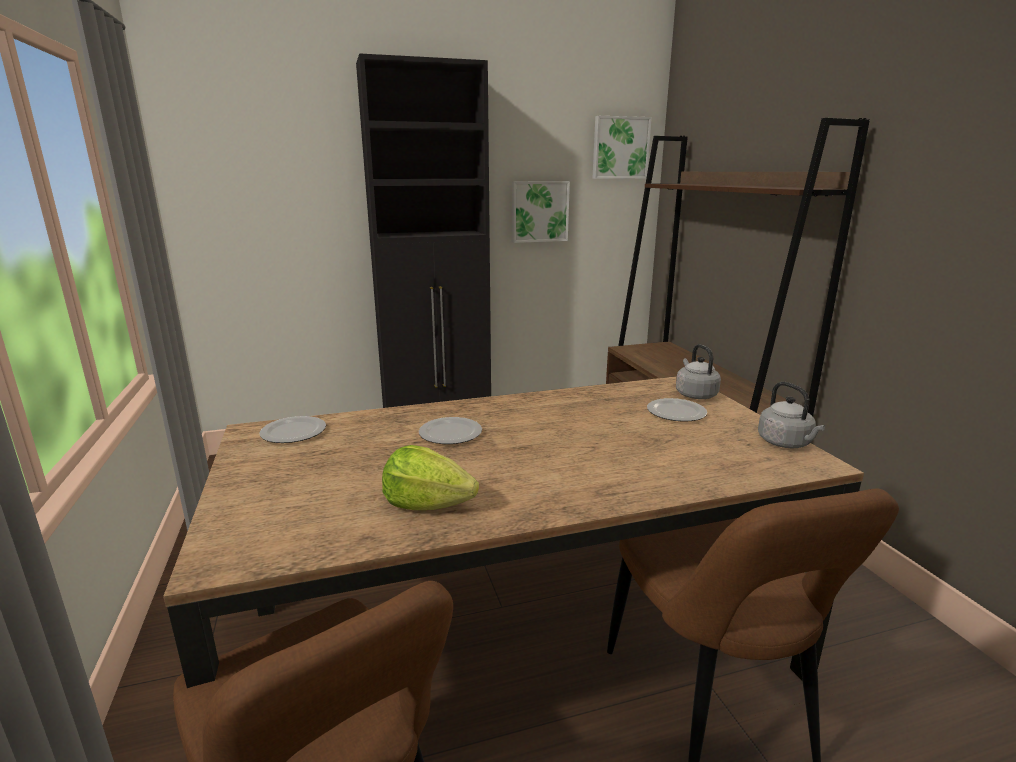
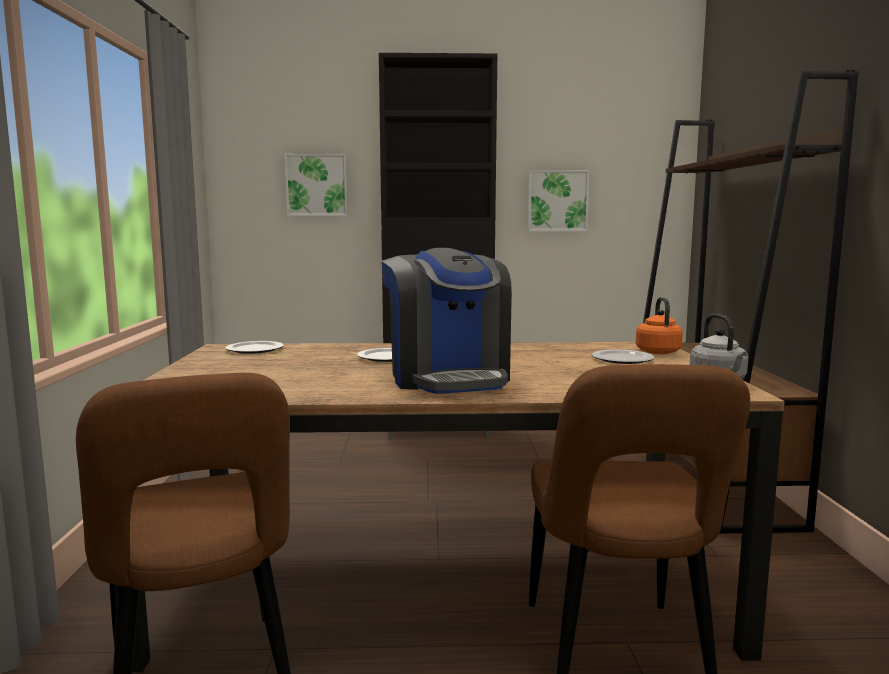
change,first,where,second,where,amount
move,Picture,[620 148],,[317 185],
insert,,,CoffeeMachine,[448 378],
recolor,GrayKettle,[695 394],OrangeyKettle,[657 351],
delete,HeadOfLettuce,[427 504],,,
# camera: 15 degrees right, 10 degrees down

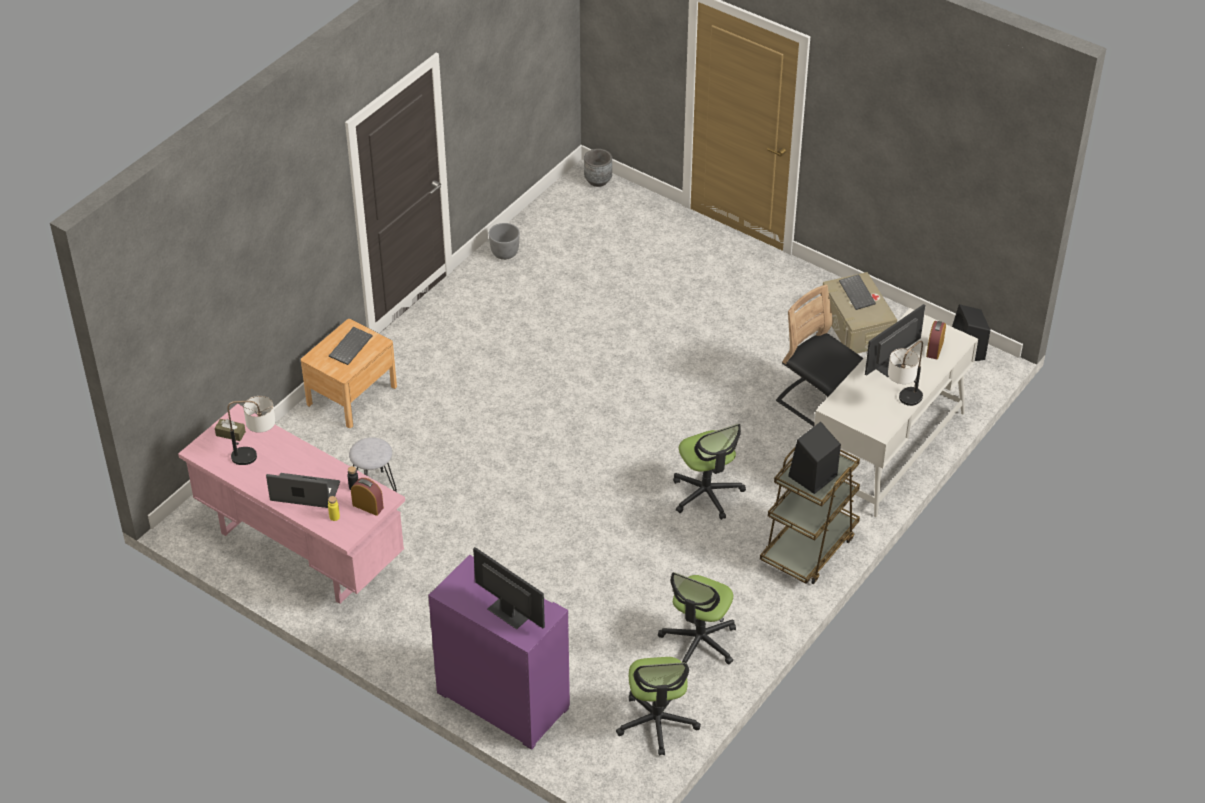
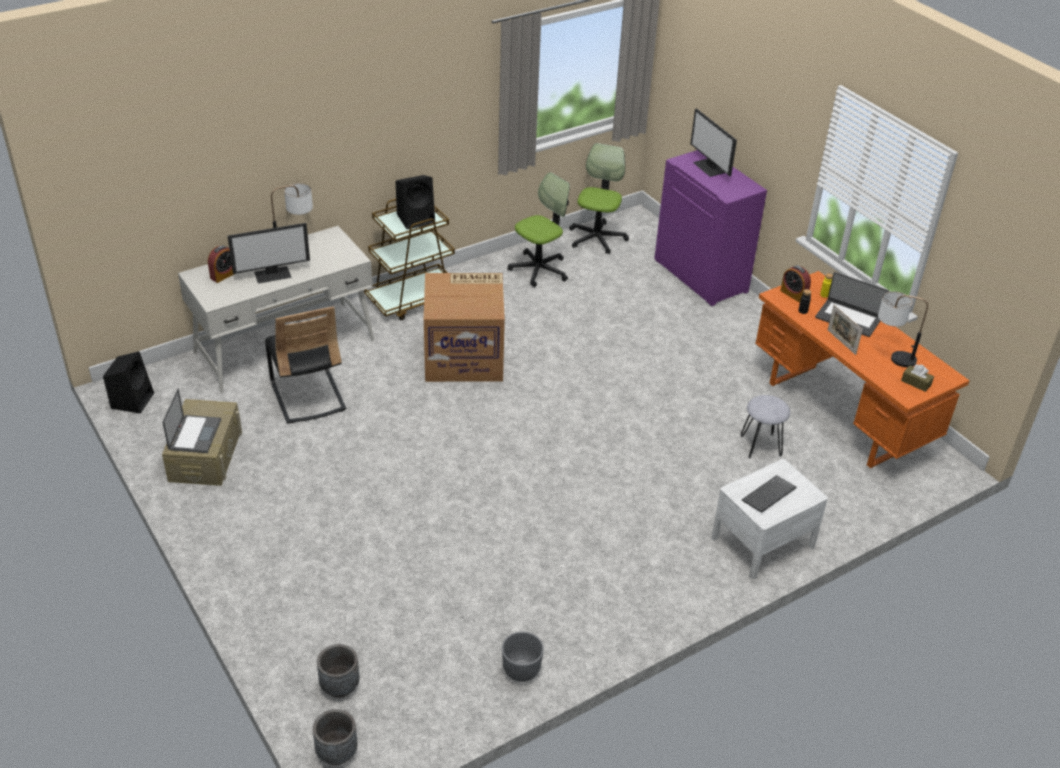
change,first,where,second,where,amount
replace,PcKeyboard,[858 293],PortableComputer,[194 434],
insert,,,GrayFlowerPot,[339 686],
replace,DeskChair,[707 494],CardboardBox,[465 356],
recolor,BrownishNightstand,[352 395],WhitishNightstand,[762 542],
recolor,PinkDeskTable,[299 548],OrangeyDeskTable,[841 414],
insert,,,PictureFrame,[841 342],
# camera: 160 degrees left, 5 degrees down

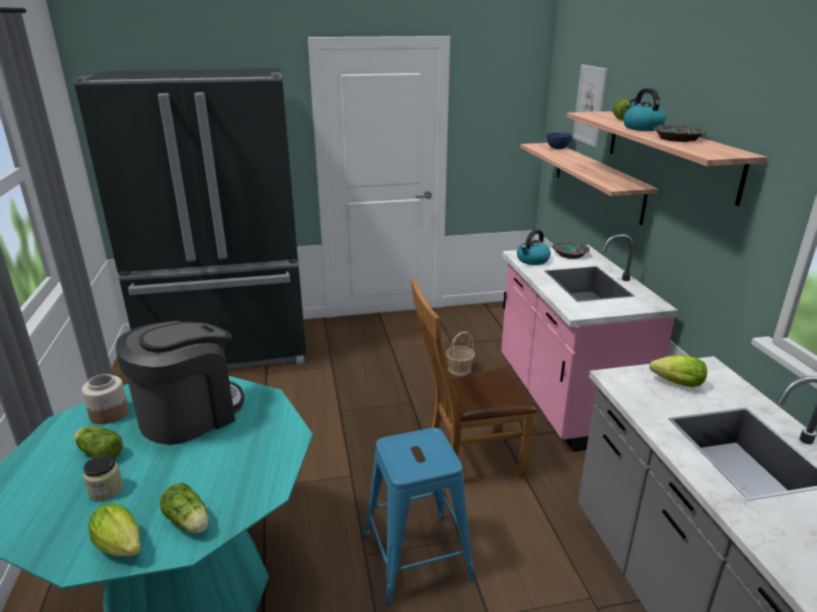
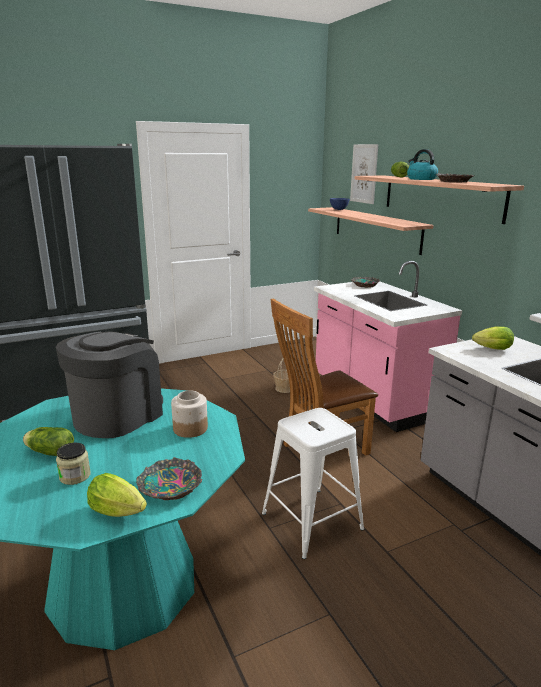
change,first,where,second,where,amount
replace,HeadOfLettuce,[189 522],Bowl,[169 486],
move,PreserveJar,[108 413],,[190 429],
recolor,BlueStool,[416 556],WhitishStool,[311 521],
delete,Kettle,[532 260],,,
# camera: 15 degrees left, 5 degrees down

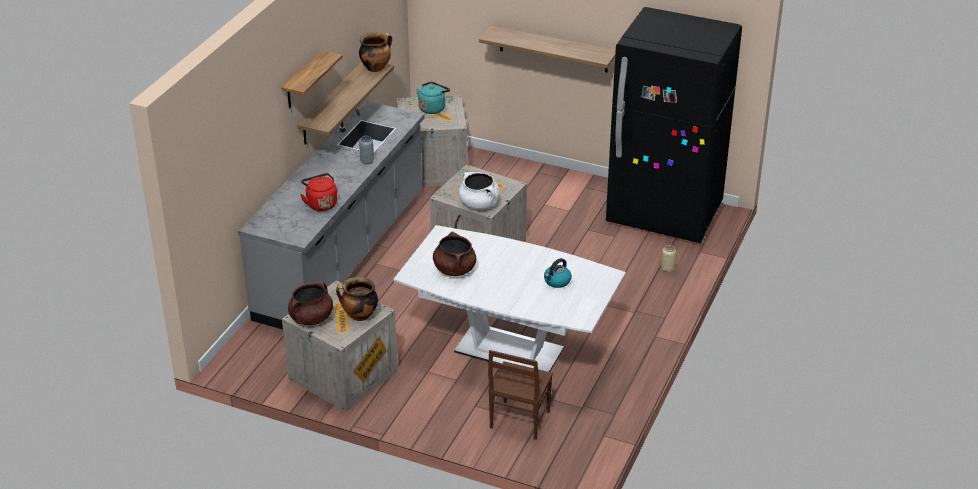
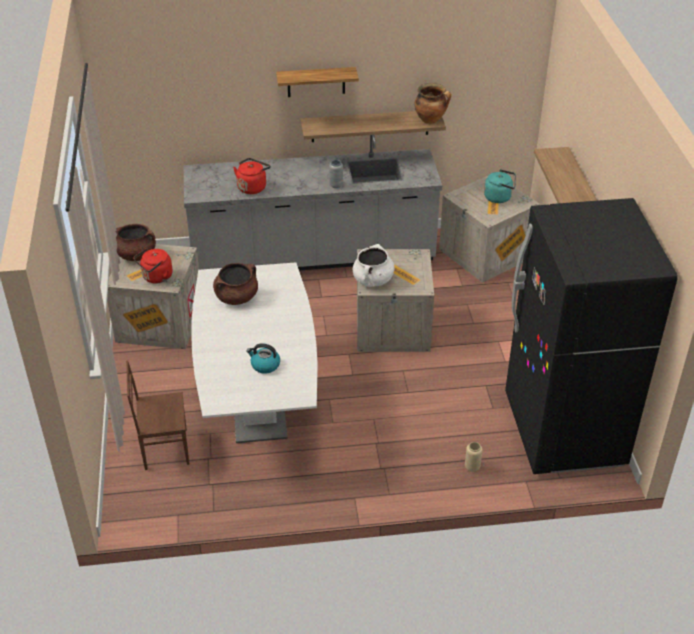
change,first,where,second,where,amount
replace,CookingPot,[359 316],ReddishKettle,[156 277],
# camera: 60 degrees right, 5 degrees up

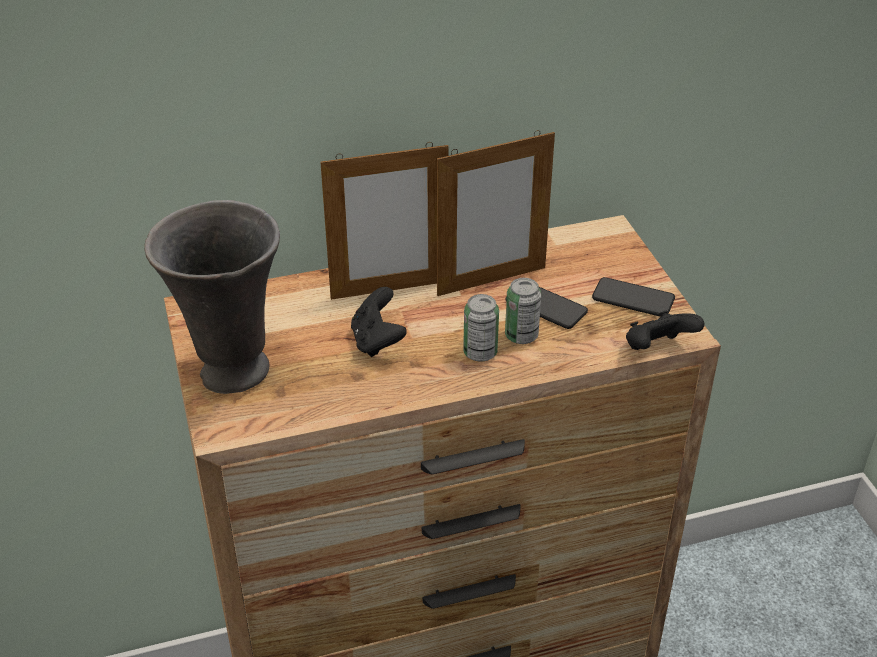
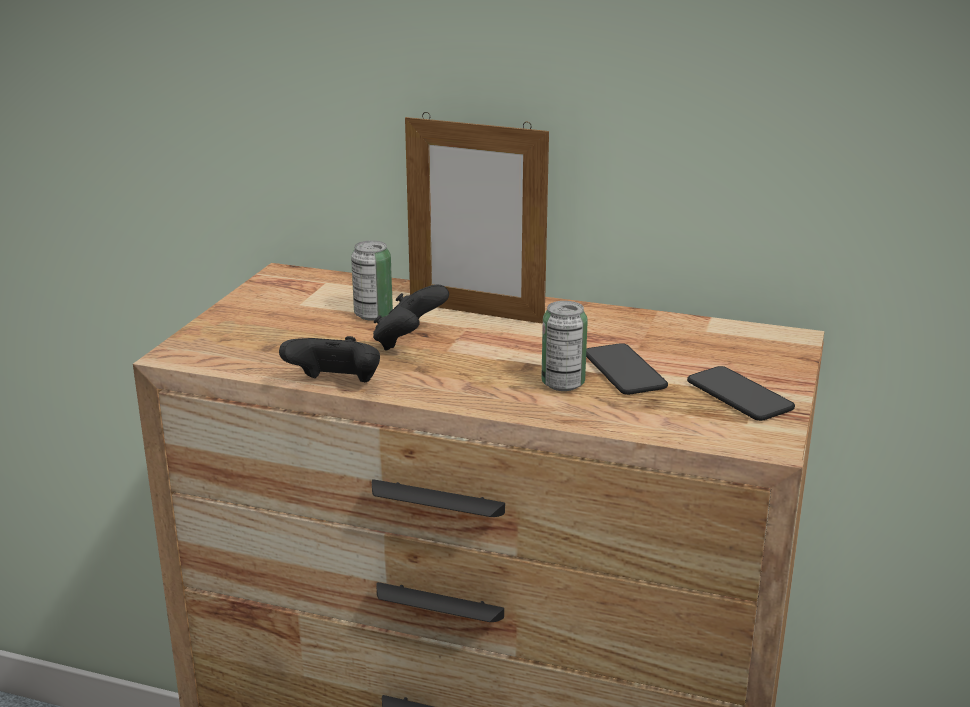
change,first,where,second,where,amount
move,BlackGameController,[657 349],,[336 386],
move,MetalCan,[480 353],,[373 314],
delete,GrayVase,[232 373],,,
delete,PictureFrame,[491 281],,,
# camera: 35 degrees right, 15 degrees down

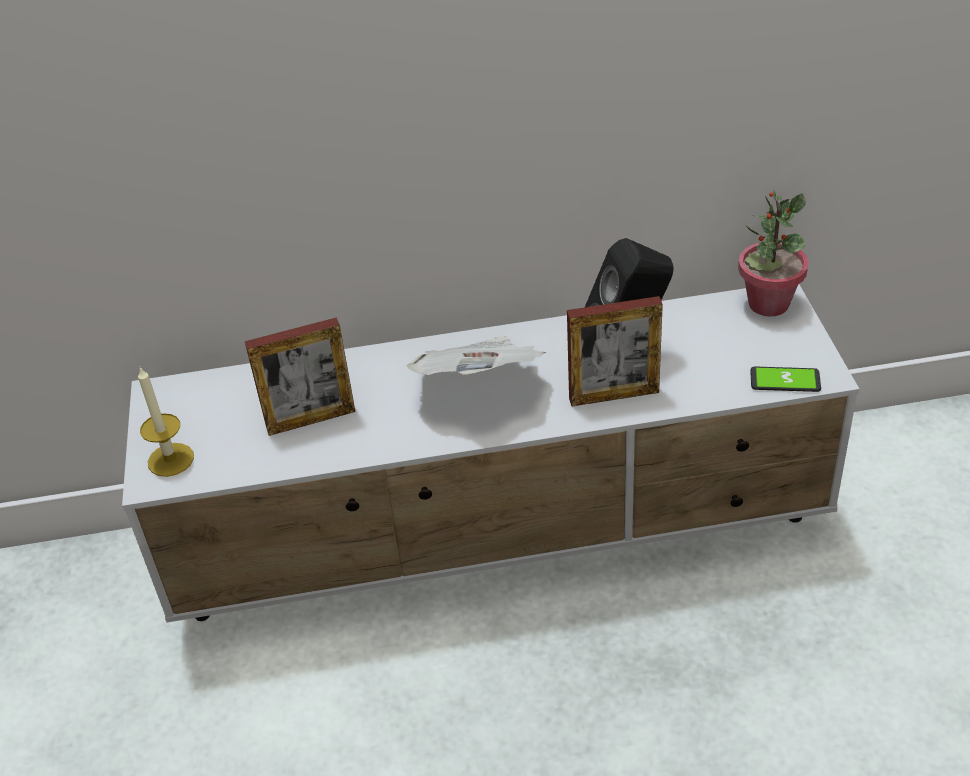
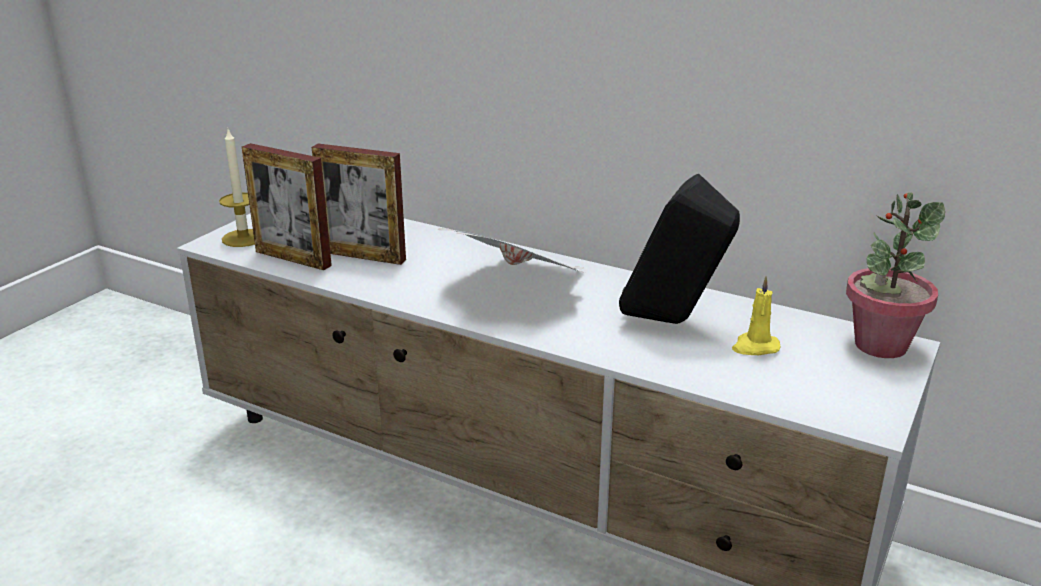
change,first,where,second,where,amount
move,PictureFrame,[614 395],,[293 258],
insert,,,YellowColouredWaxCandle,[755 347],
delete,Telephone,[785 380],,,
# camera: 35 degrees right, 15 degrees down

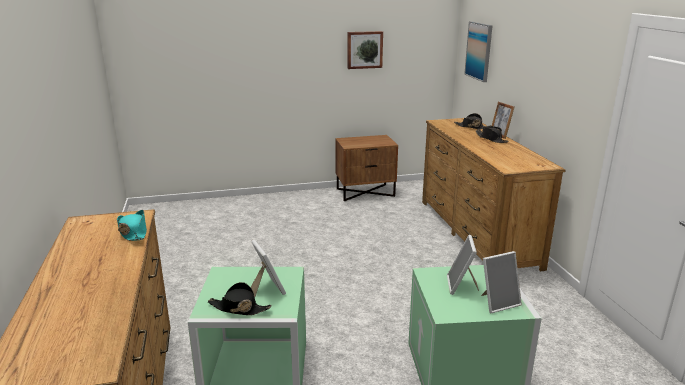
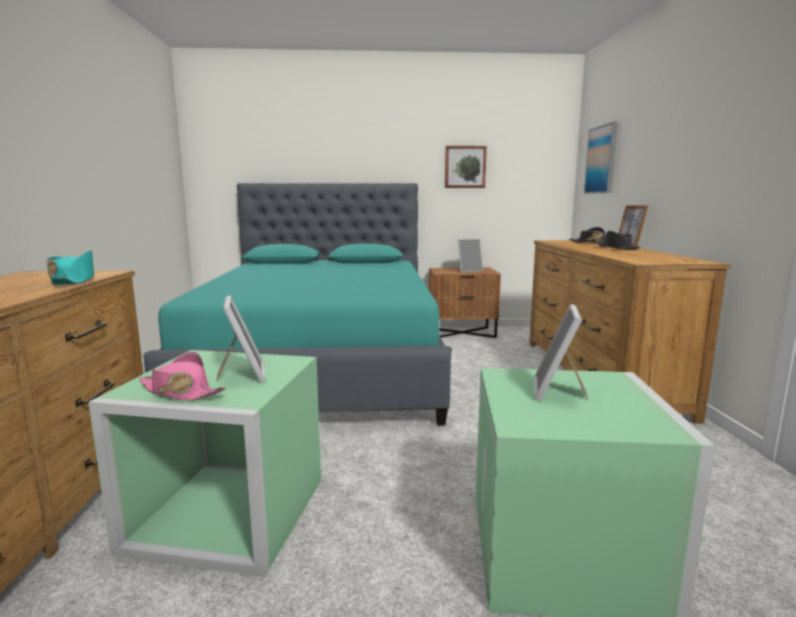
change,first,where,second,where,amount
recolor,BlackWearableHat,[239 308],PinkWearableHat,[180 392],
insert,,,TurquoiseSleepingBed,[322 365],
move,PictureFrame,[498 302],,[469 271],
# camera: 10 degrees right, 10 degrees down

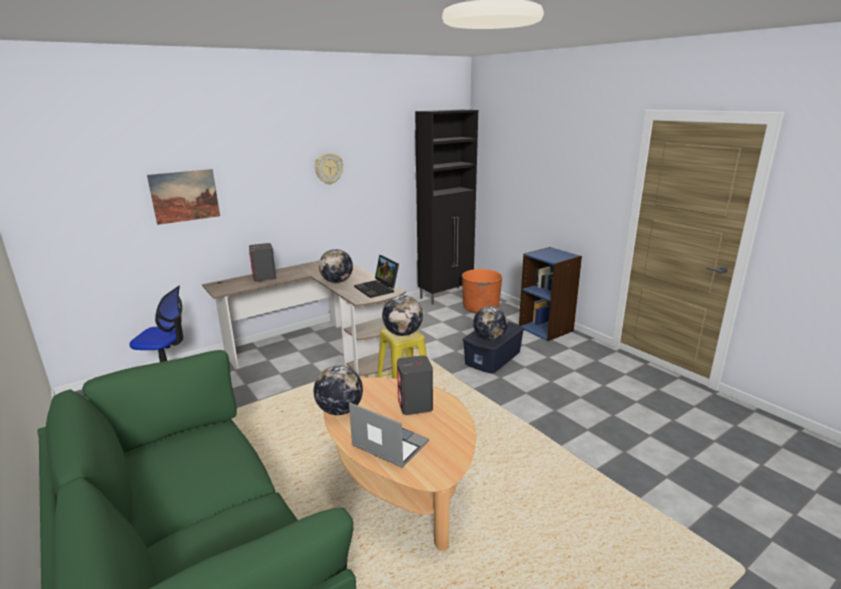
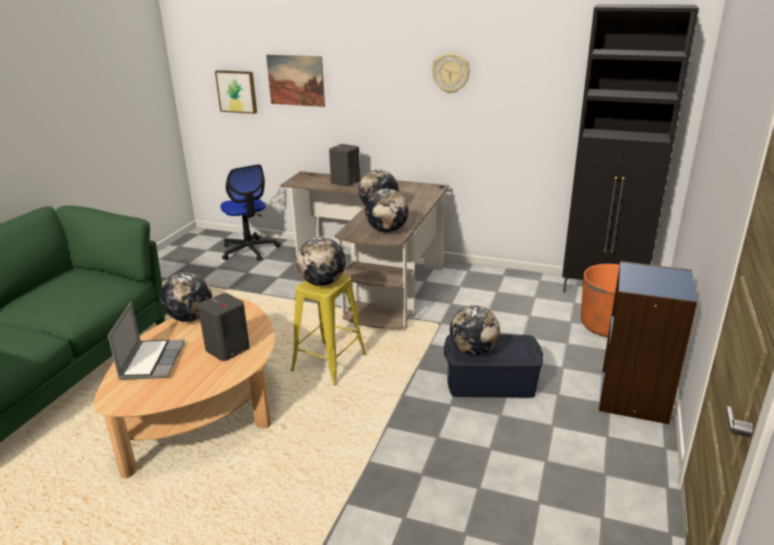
change,first,where,second,where,amount
insert,,,Picture,[237 91],
replace,PortableComputer,[378 289],DeskGlobe,[387 230],
# camera: 55 degrees right, 5 degrees up

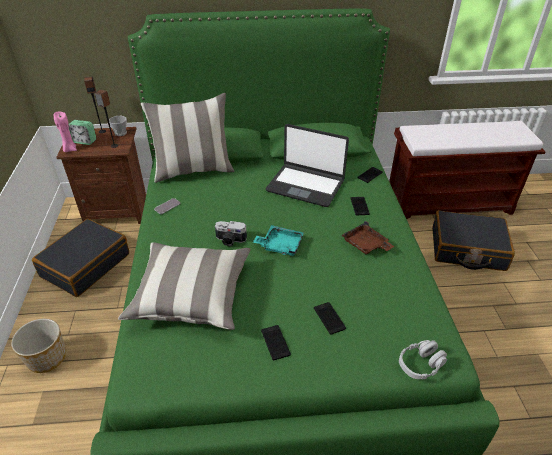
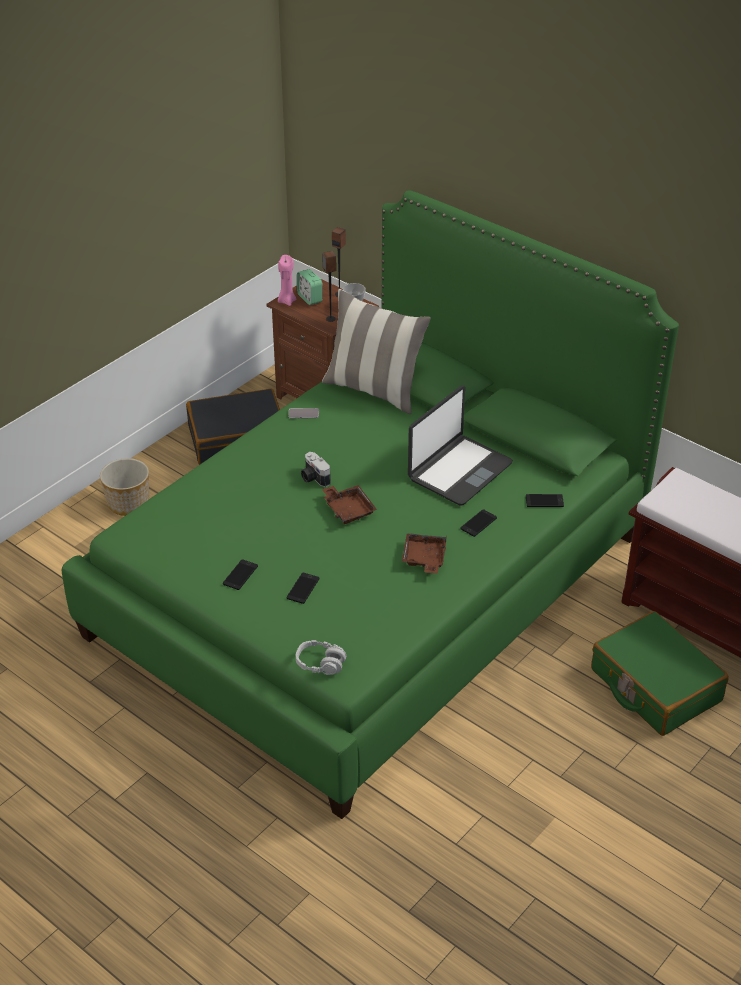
change,first,where,second,where,amount
recolor,TurquoiseServingTray,[280 245],BrownishServingTray,[348 509],
rotate,PortableComputer,[305 185],,[459 471],120 degrees counterclockwise
recolor,BlackPieceOfLuggage,[467 249],GreenColouredPieceOfLuggage,[654 685],
delete,Pillow,[191 295],,,
# camera: 45 degrees right, 0 degrees up

